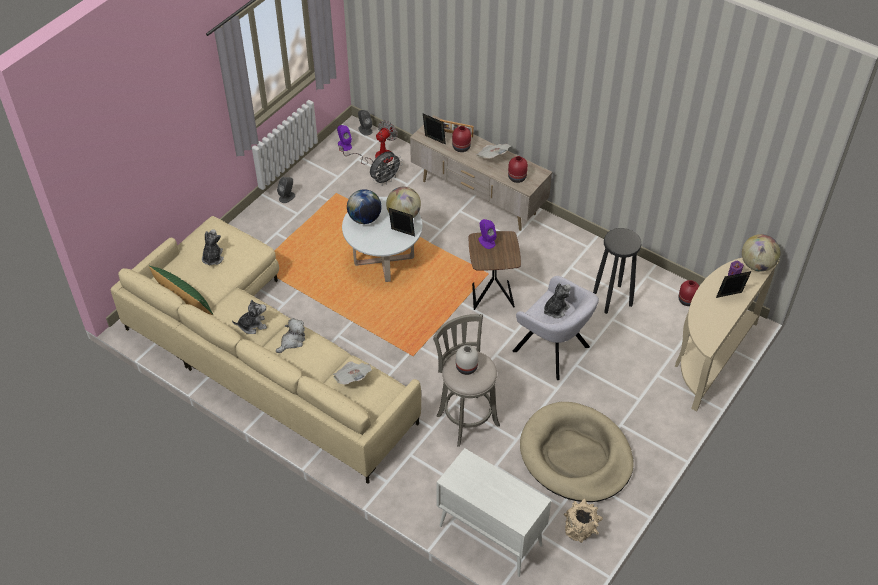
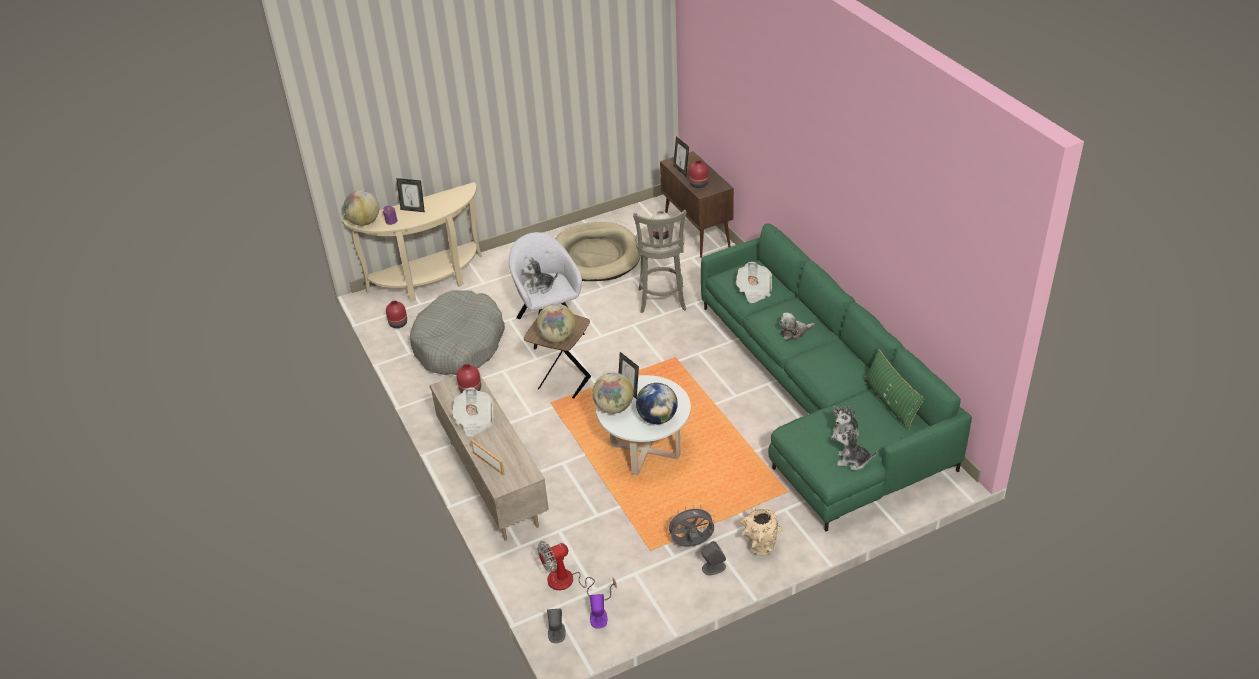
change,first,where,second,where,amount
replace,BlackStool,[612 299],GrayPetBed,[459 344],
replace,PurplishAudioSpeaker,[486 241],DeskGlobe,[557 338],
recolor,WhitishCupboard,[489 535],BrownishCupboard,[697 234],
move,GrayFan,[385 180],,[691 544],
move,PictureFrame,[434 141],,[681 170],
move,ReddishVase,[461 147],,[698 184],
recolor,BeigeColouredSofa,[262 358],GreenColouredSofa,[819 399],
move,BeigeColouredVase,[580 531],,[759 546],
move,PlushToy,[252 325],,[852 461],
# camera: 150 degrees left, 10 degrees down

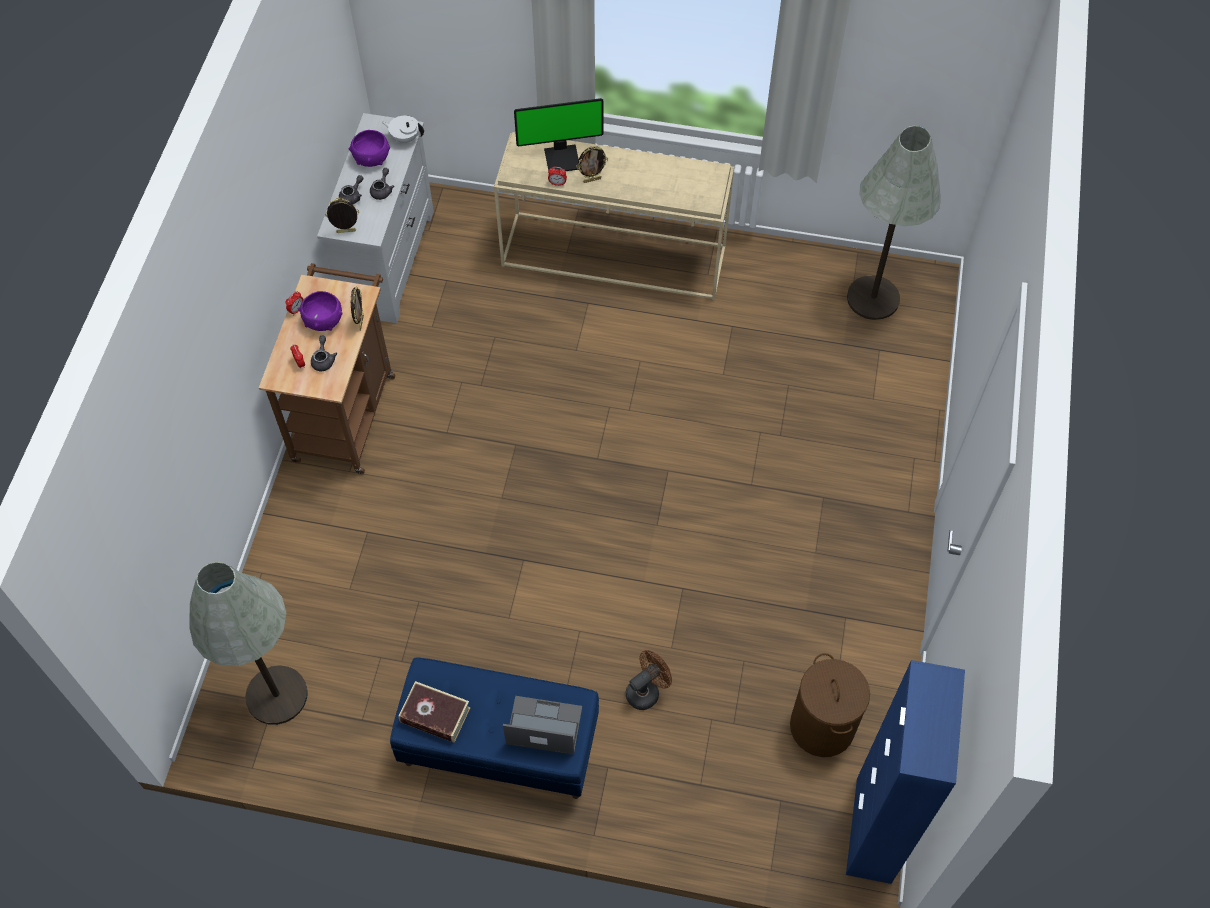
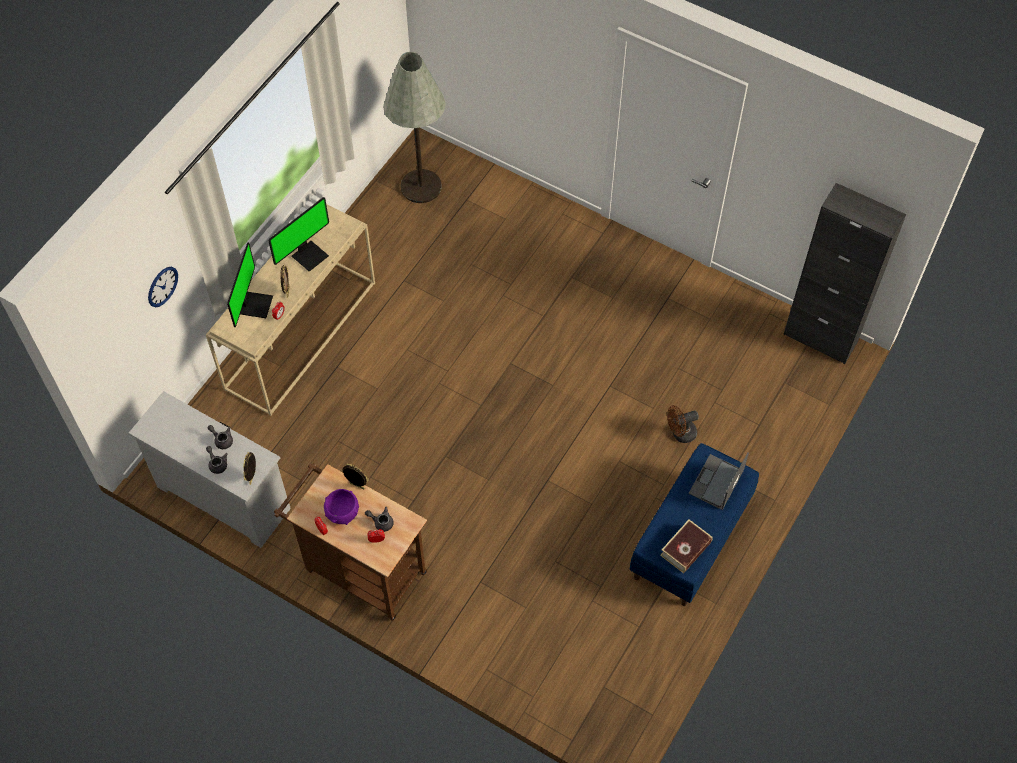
change,first,where,second,where,amount
insert,,,ClockOnTheWall,[162 286],
insert,,,ComputerScreen,[309 255],
rotate,BrownishFan,[646 691],,[680 434],90 degrees counterclockwise
recolor,BlueCupboard,[873 830],BlackCupboard,[820 338],
delete,GrayStandardLamp,[277 695],,,
delete,PurplishBowl,[371 158],,,
delete,WhitishTeaPot,[405 137],,,
delete,BrownishHamper,[822 725],,,
# camera: 70 degrees left, 0 degrees up

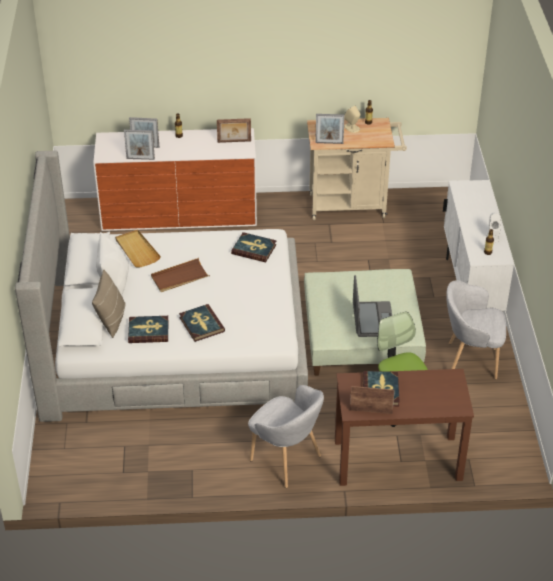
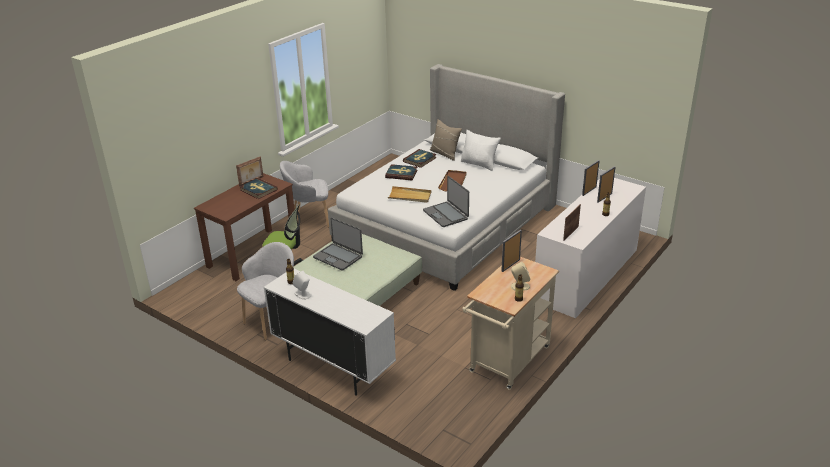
change,first,where,second,where,amount
move,BeigeColouredServingTray,[137 250],,[410 196],
replace,BoundBook,[254 249],PortableComputer,[446 215],
# camera: 130 degrees right, 10 degrees down

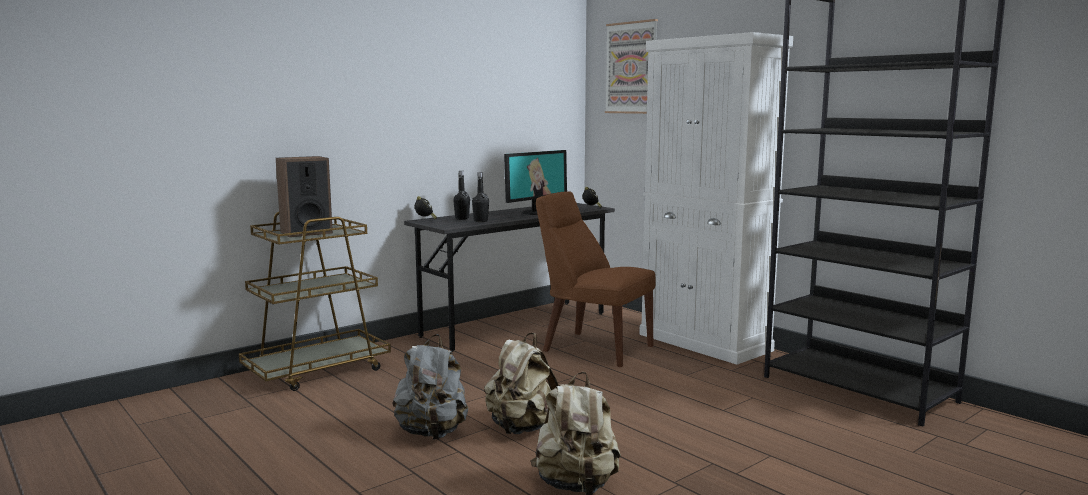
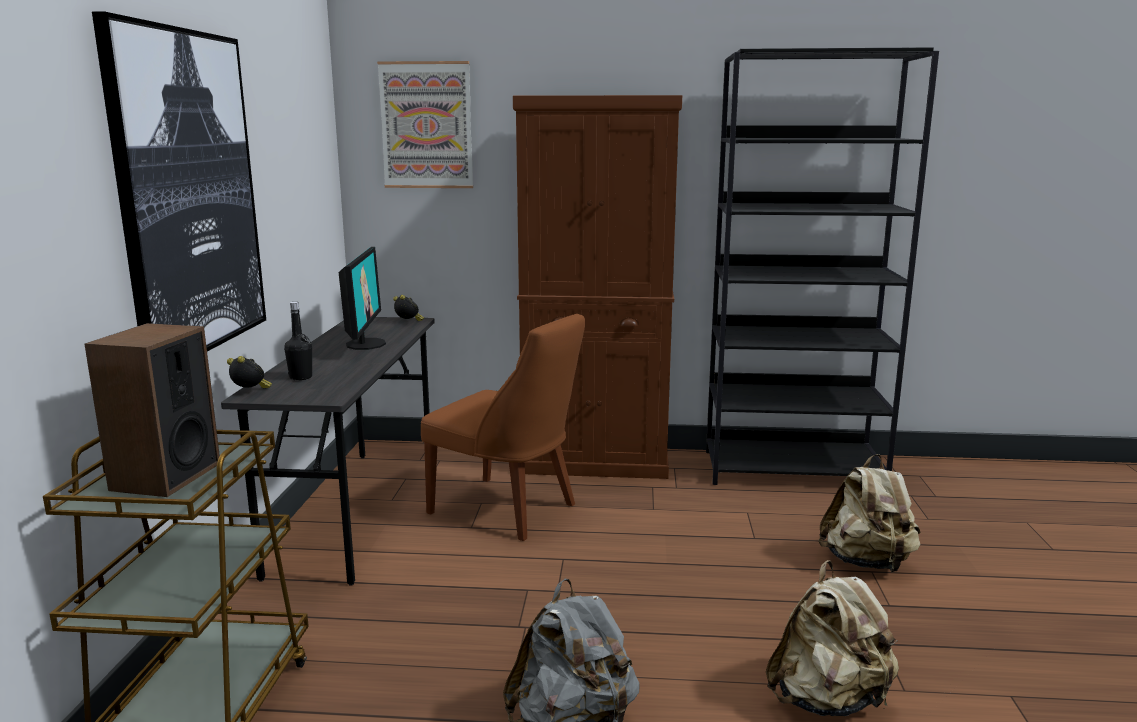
change,first,where,second,where,amount
insert,,,Picture,[189 194],
rotate,BrownishUprightChair,[593 348],,[508 510],135 degrees counterclockwise
recolor,WhitishCupboard,[704 342],BrownishCupboard,[596 462],
move,BeigeColouredKnapsack,[521 428],,[867 562],
delete,BlackBeverageBottle,[480 221],,,
# camera: 45 degrees left, 5 degrees up

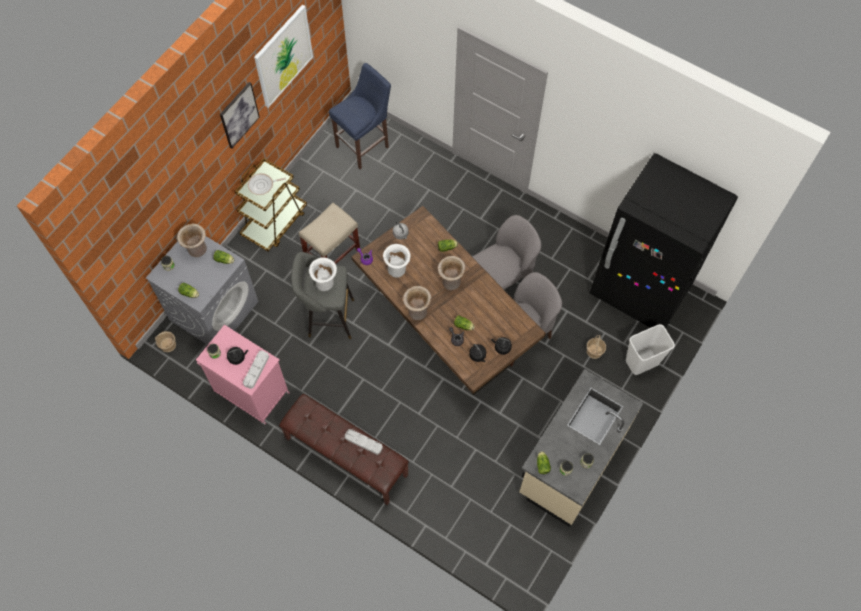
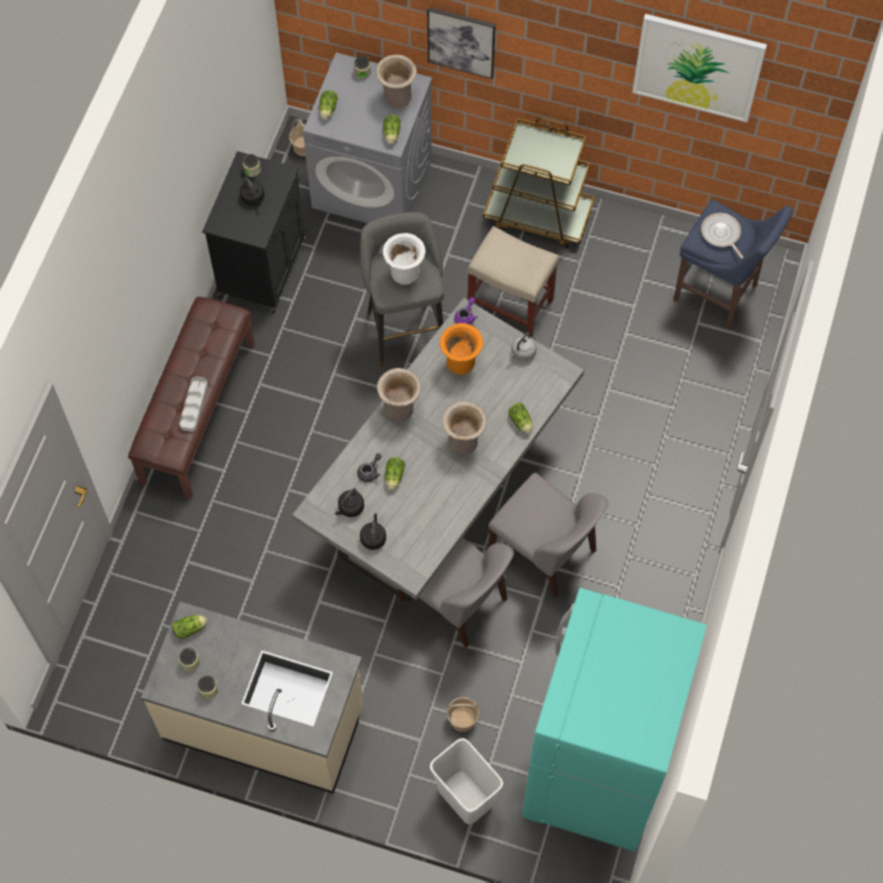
change,first,where,second,where,amount
recolor,PinkCupboard,[250 391],BlackCupboard,[263 265],
recolor,BrownishDinnerTable,[444 325],GrayDinnerTable,[440 489],
move,Picture,[239 115],,[461 42],
recolor,WhitishVase,[397 269],OrangeyVase,[461 364],
recolor,BlackRefrigerator,[640 290],TurquoiseRefrigerator,[596 770],
move,Pan,[262 185],,[721 234],
delete,GrayServingTray,[256 370],,,
# camera: 75 degrees right, 0 degrees up

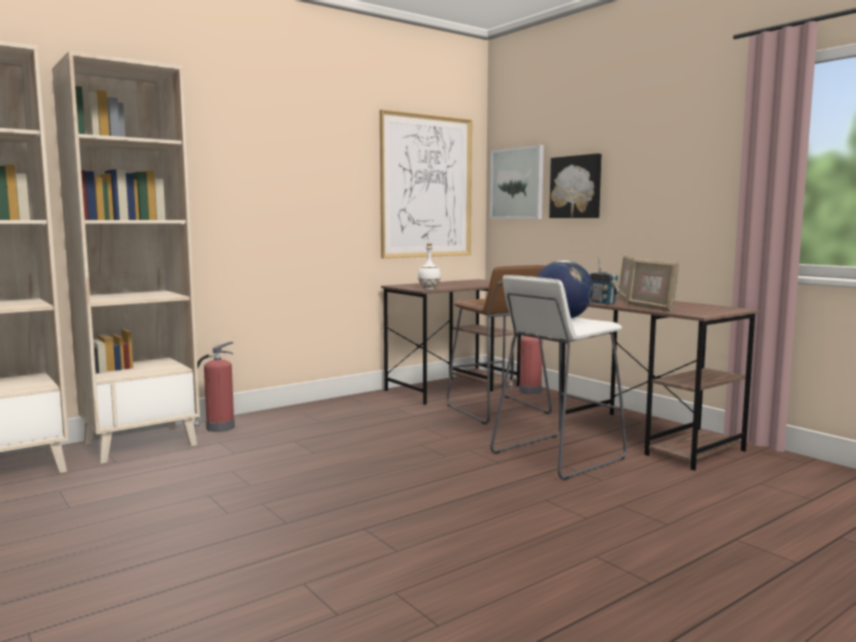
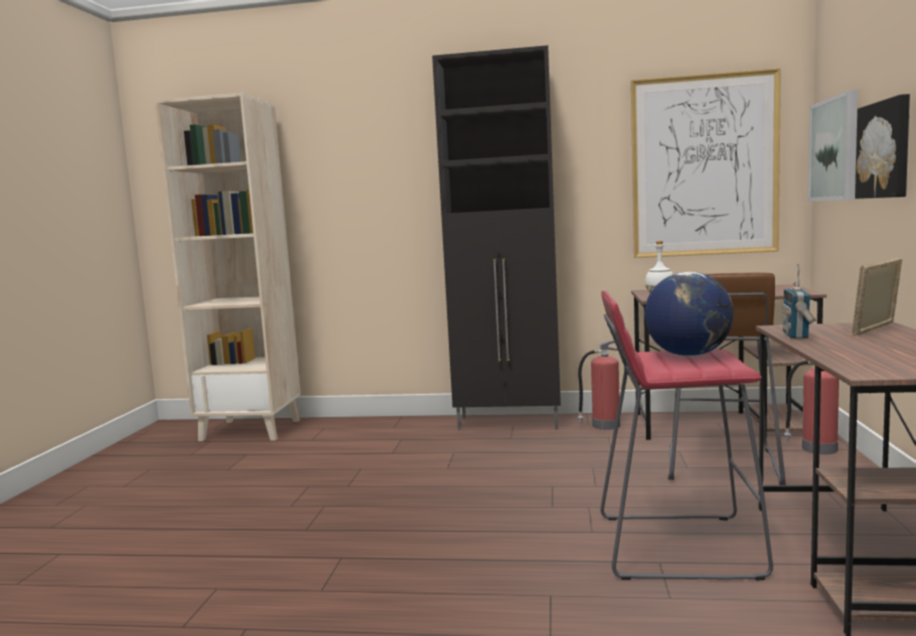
change,first,where,second,where,amount
insert,,,BlackCupboard,[510 423],
move,FireExtinguisher,[219 428],,[604 425],
recolor,WhitishStool,[556 456],ReddishStool,[676 545],
delete,BeigeColouredShelvingUnit,[141 443],,,
delete,PictureFrame,[650 308],,,
# camera: 45 degrees right, 0 degrees up

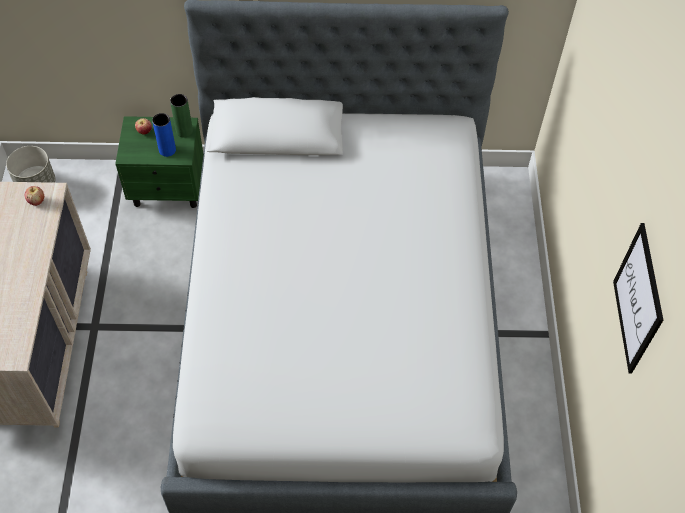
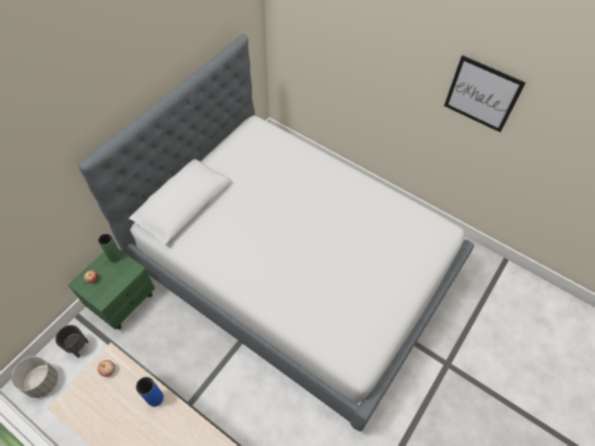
change,first,where,second,where,amount
insert,,,BlackFlowerPot,[79 347],
move,BlueVase,[167 150],,[155 398],
# camera: 55 degrees left, 0 degrees up

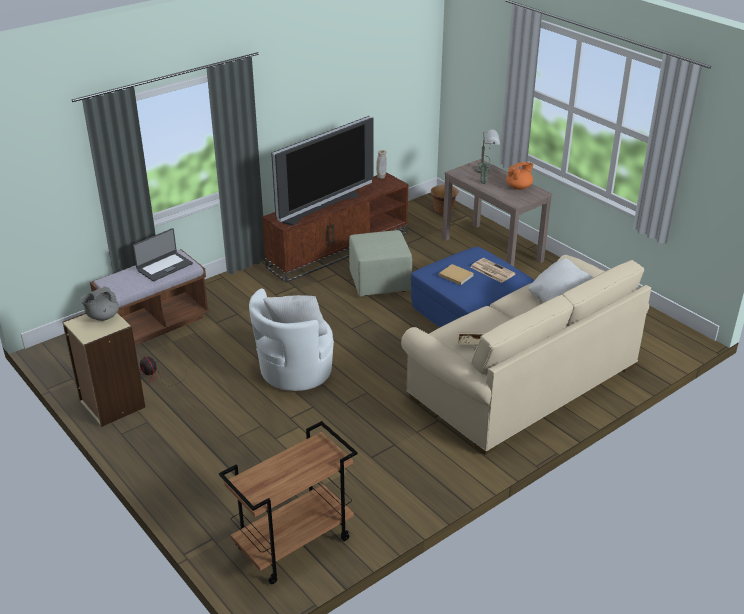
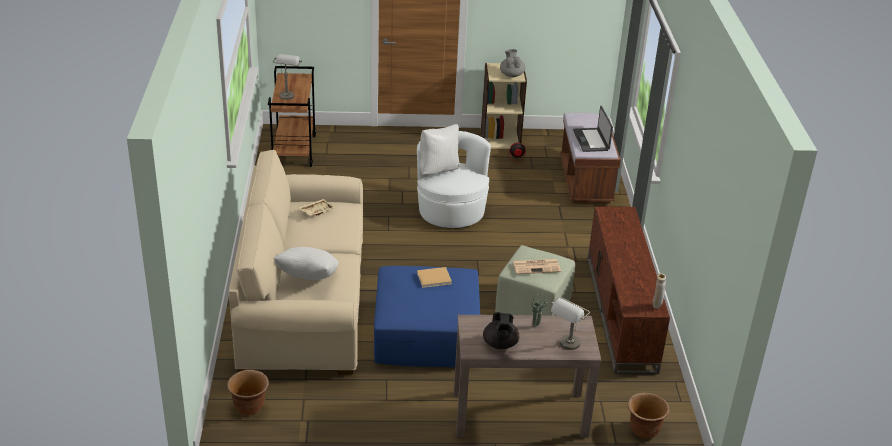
change,first,where,second,where,amount
insert,,,BrownishFlowerPot,[249 407],
insert,,,GrayTableLamp,[287 93],
recolor,OrangeyTeaPot,[519 187],BlackTeaPot,[500 344],
move,DailyPaper,[491 270],,[537 266],
delete,TvSet,[322 207],,,
# camera: 125 degrees right, 0 degrees up

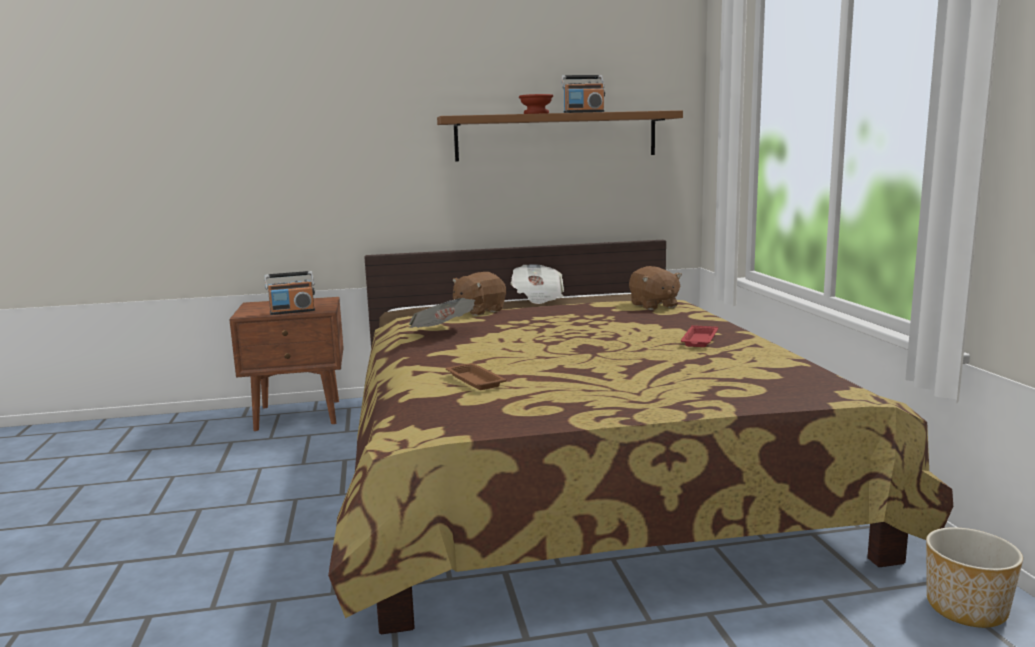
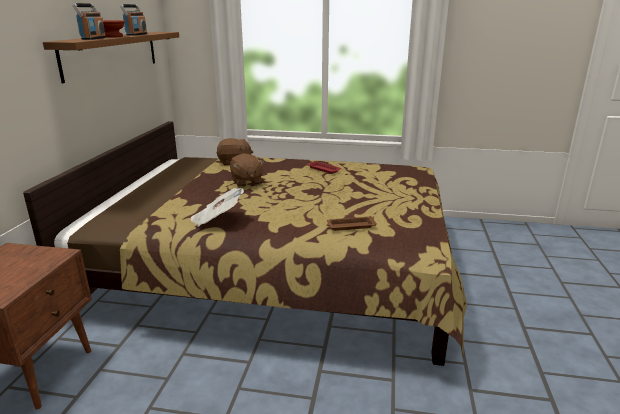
change,first,where,second,where,amount
move,RadioReceiver,[292 312],,[93 38],
move,BrownishPlushToy,[478 311],,[246 182],
delete,DailyPaper,[538 298],,,
delete,FlowerPot,[965 609],,,
# camera: 70 degrees left, 10 degrees up

